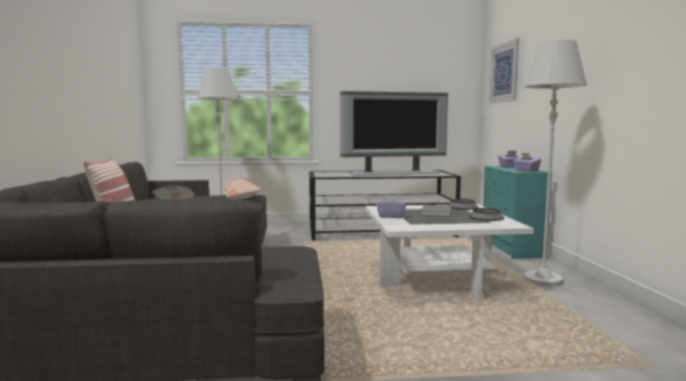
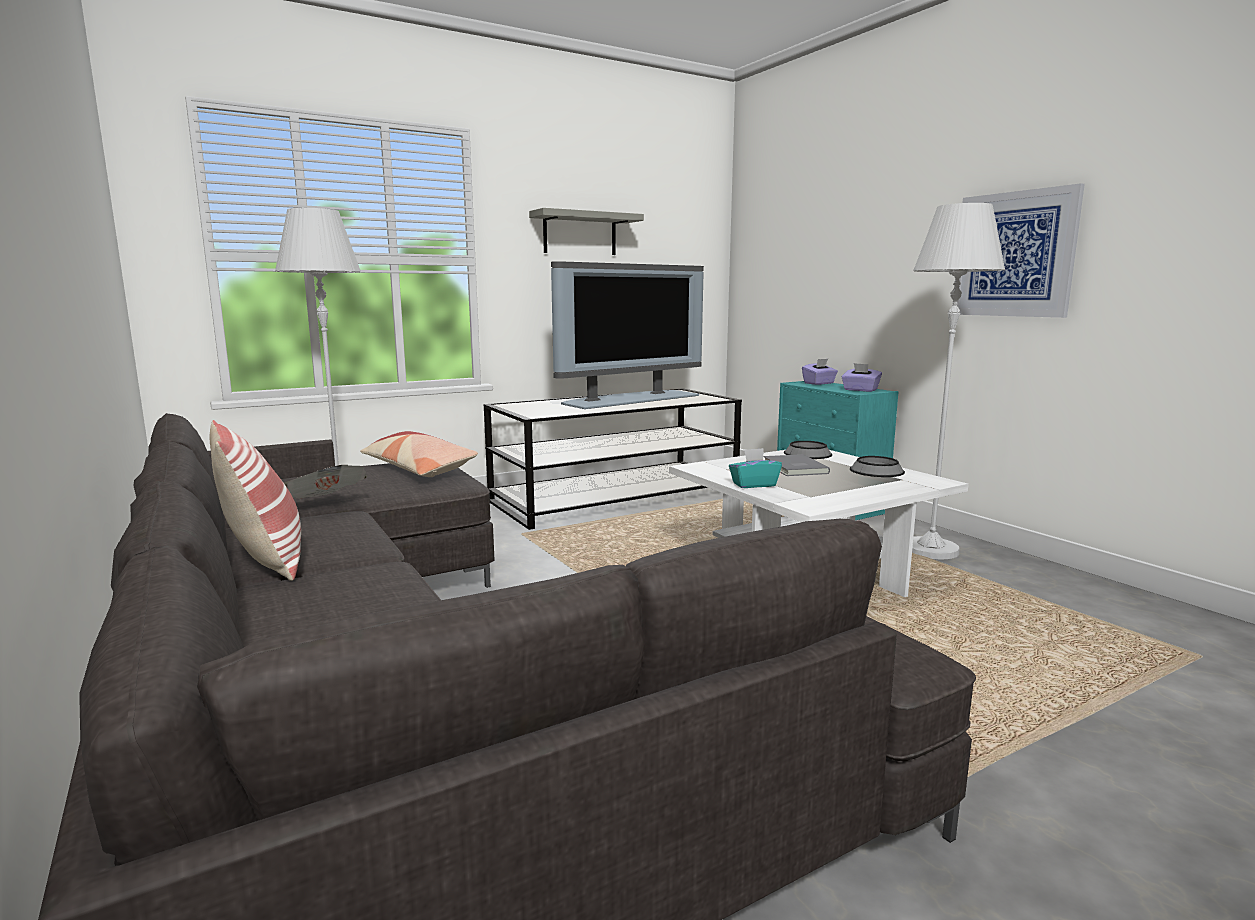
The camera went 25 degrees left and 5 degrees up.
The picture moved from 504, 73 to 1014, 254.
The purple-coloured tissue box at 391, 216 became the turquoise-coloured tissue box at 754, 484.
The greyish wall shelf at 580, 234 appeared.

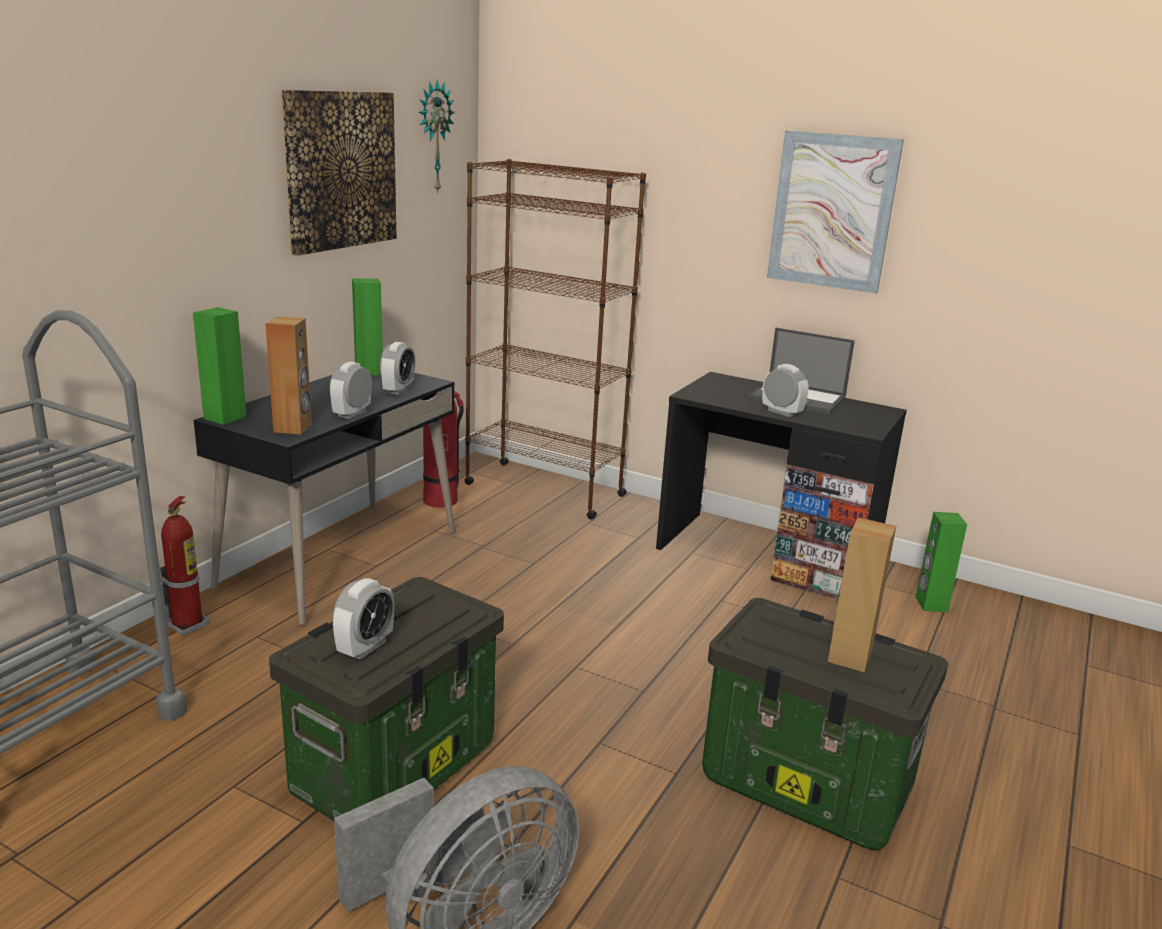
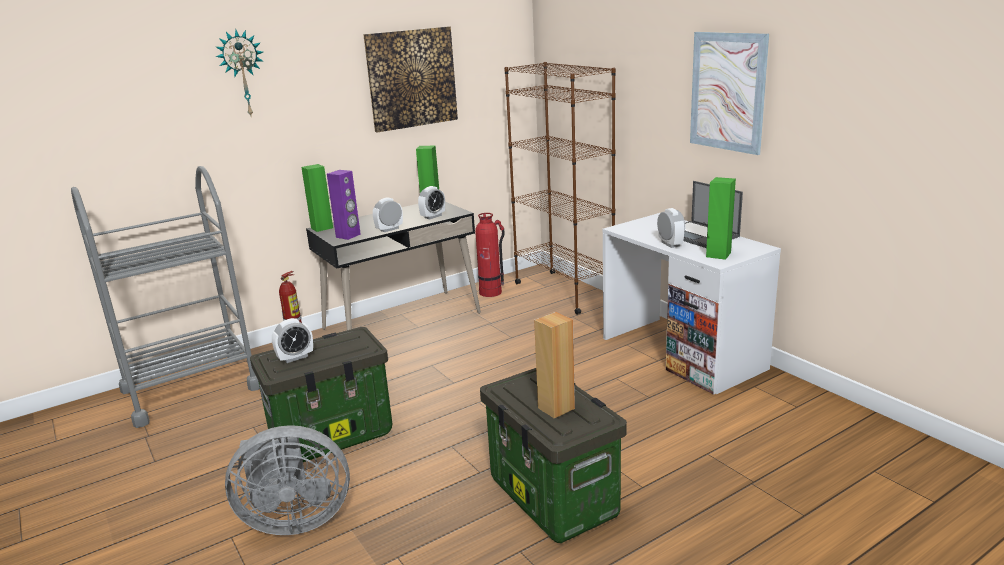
The camera went 30 degrees right and 0 degrees up.
The wall clock moved from 433, 137 to 242, 73.
The brown loudspeaker at 293, 428 became the purple-coloured loudspeaker at 348, 236.
The blackish desk unit at 767, 555 became the white desk unit at 682, 353.
The green loudspeaker moved from 930, 604 to 718, 254.

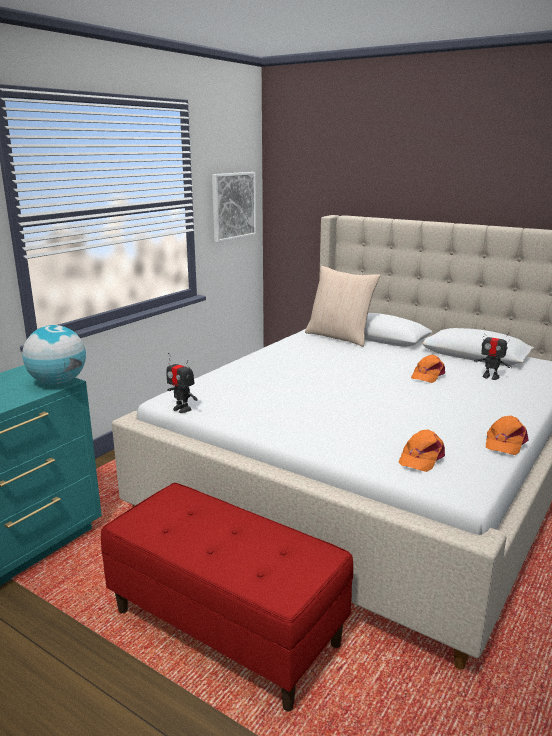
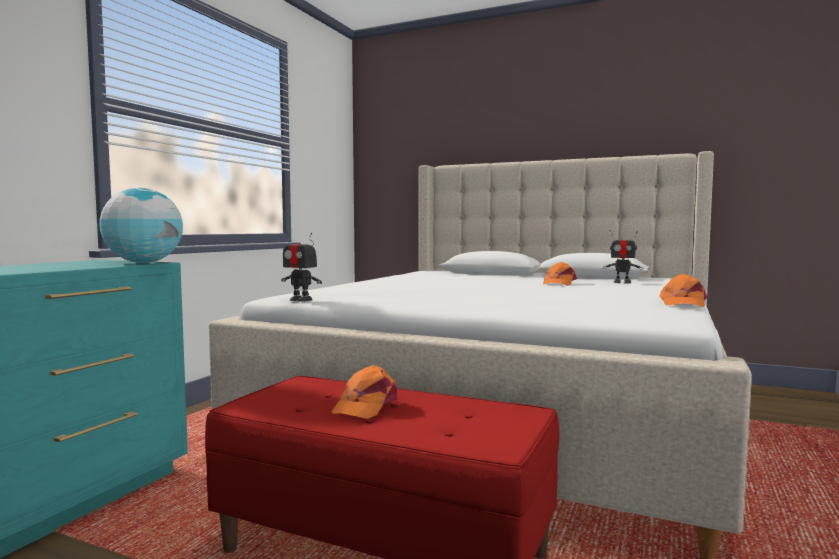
The camera went 10 degrees left and 15 degrees down.
The picture at 233, 206 disappeared.
The beige cushion at 339, 337 disappeared.
The orangey peaked cap moved from 421, 457 to 365, 405.

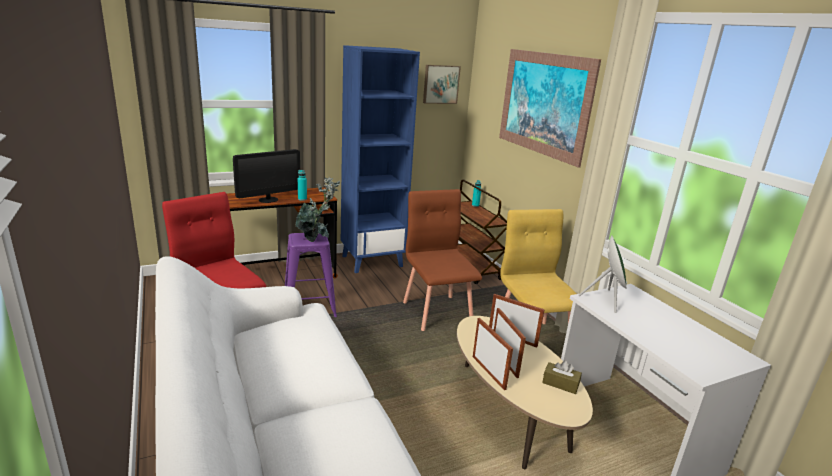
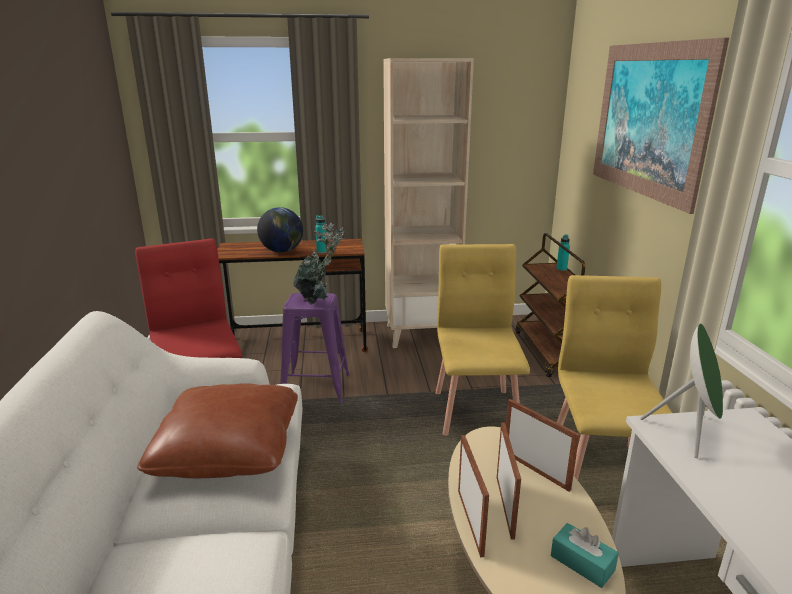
The camera went 20 degrees right and 0 degrees up.
The bluish shelving unit at 372, 261 became the beige shelving unit at 421, 334.
The picture at 440, 84 disappeared.
The monitor at 268, 200 was replaced by the world globe at 282, 251.
The brown upright chair at 437, 312 became the yellow-coloured upright chair at 476, 412.
The brown tissue box at 560, 383 became the turquoise-coloured tissue box at 582, 563.
The brown cushion at 229, 450 appeared.

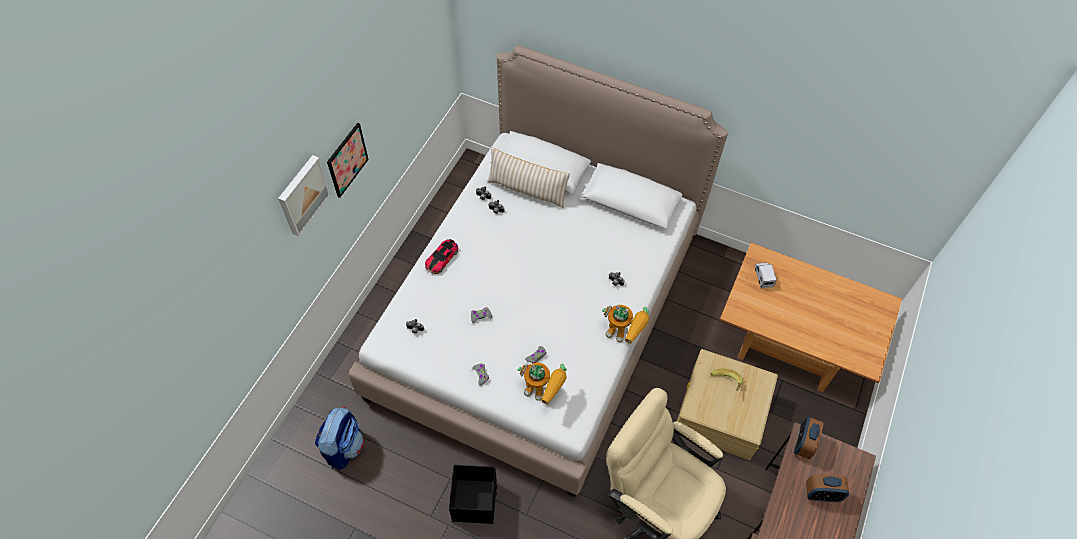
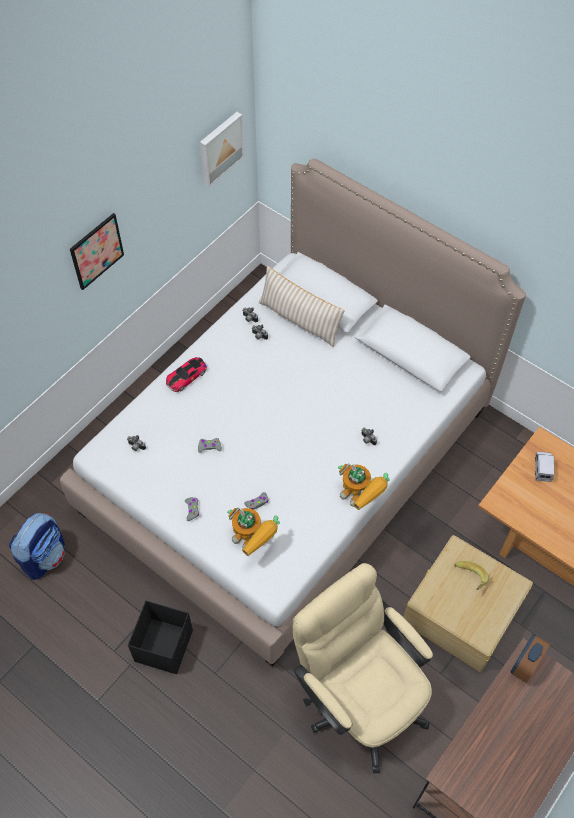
The camera went 15 degrees right and 0 degrees up.
The picture moved from 302, 194 to 220, 148.
The alarm clock at 821, 494 disappeared.

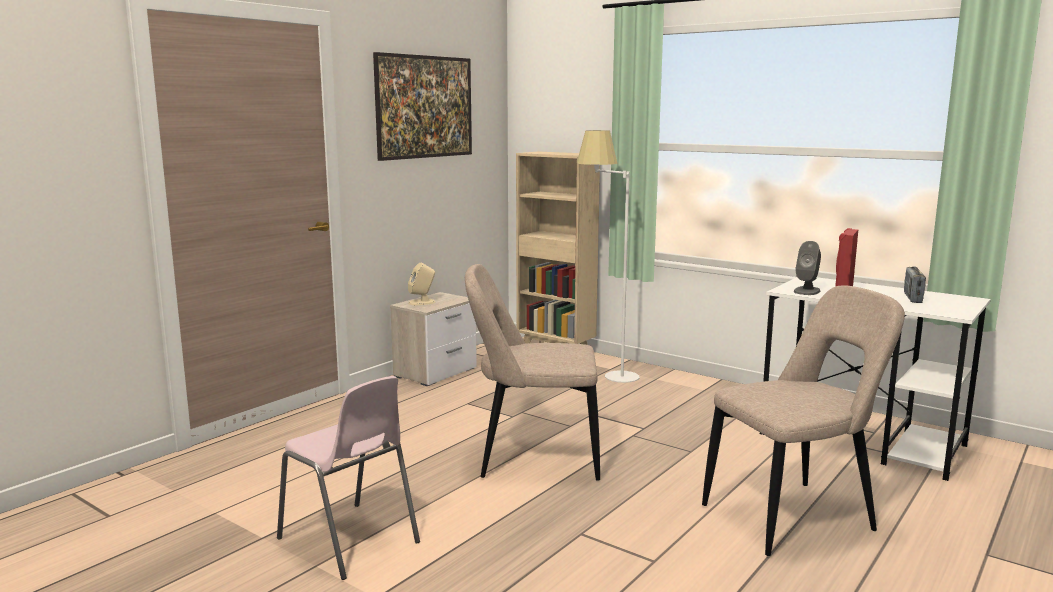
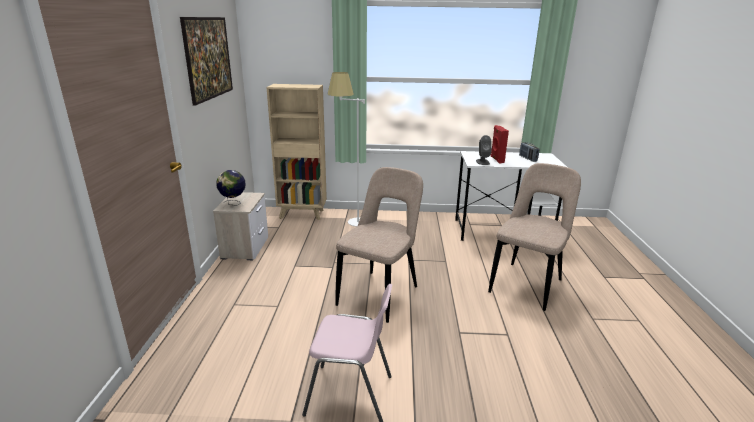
The camera went 35 degrees left and 10 degrees up.
The beige loudspeaker at 422, 302 was replaced by the world globe at 233, 203.
The beige upright chair at 533, 460 turned 150 degrees clockwise.

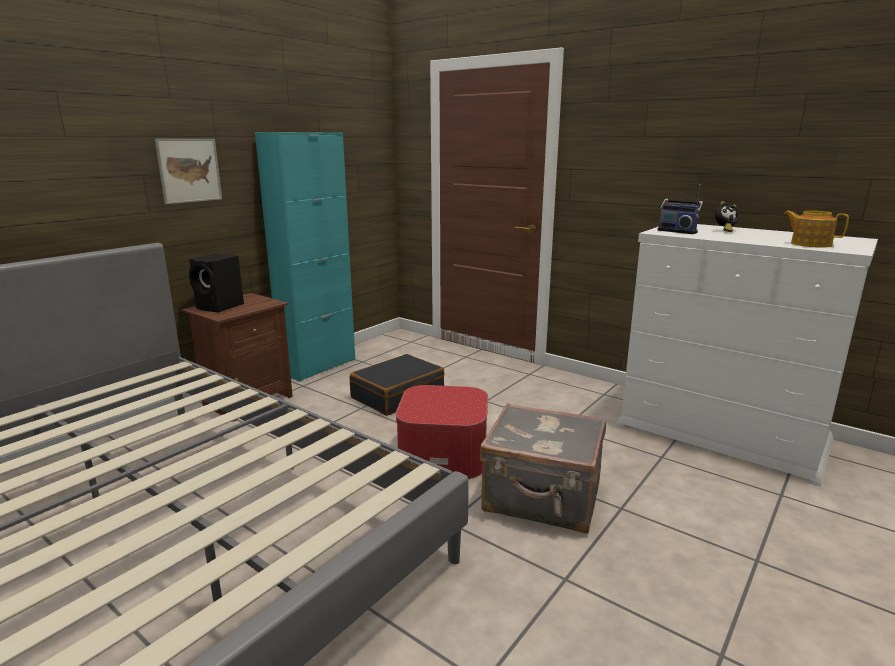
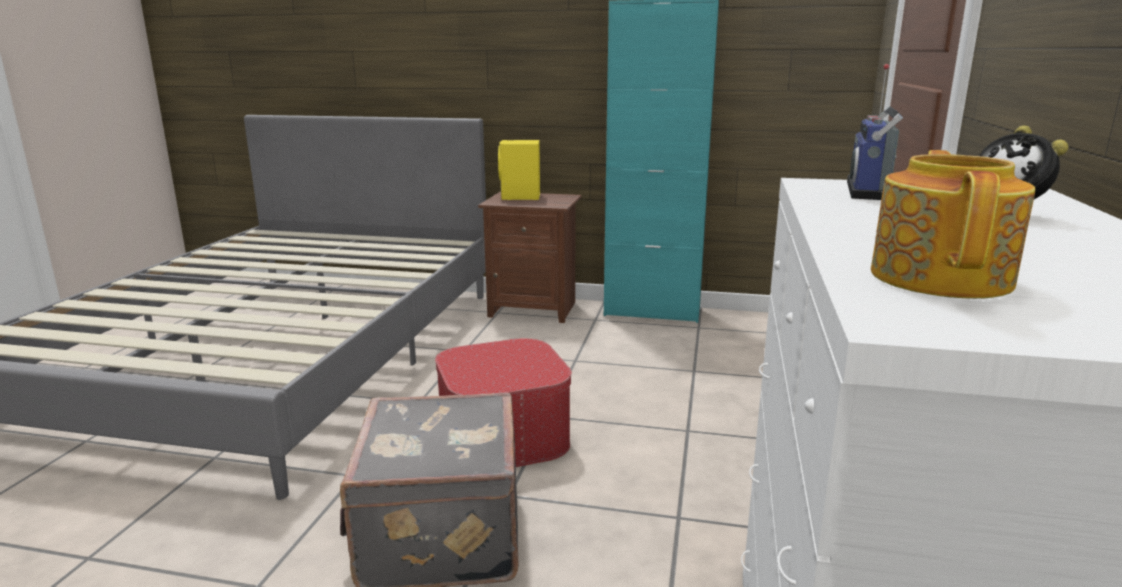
The camera went 65 degrees right and 0 degrees up.
The picture at 189, 170 disappeared.
The blackish loudspeaker at 221, 307 became the yellow-coloured loudspeaker at 520, 197.
The blackish piece of luggage at 397, 395 disappeared.

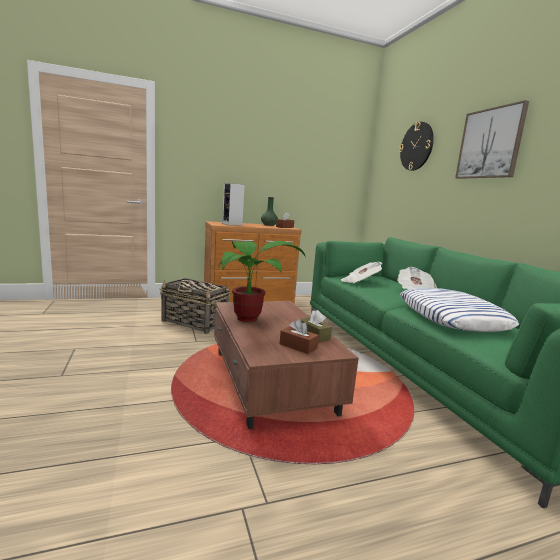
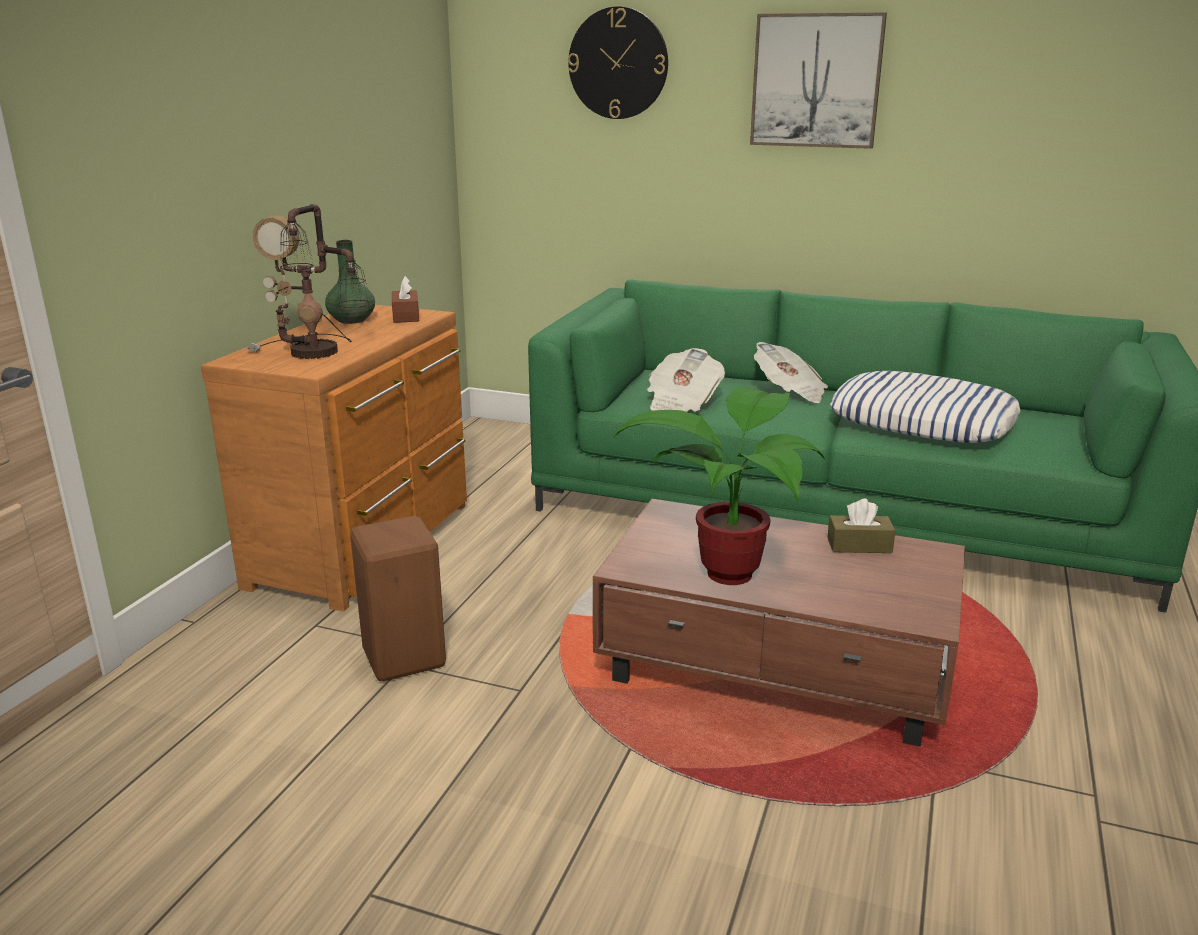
The camera went 50 degrees left and 10 degrees up.
The loudspeaker at 232, 224 was replaced by the table lamp at 316, 353.
The storage basket at 195, 322 was replaced by the brown stool at 405, 657.
The brown tissue box at 298, 346 disappeared.

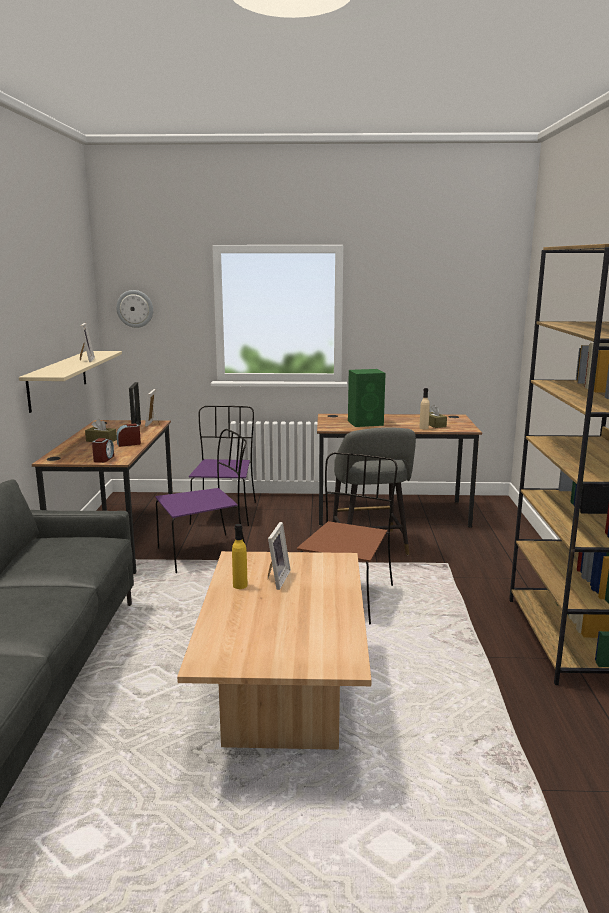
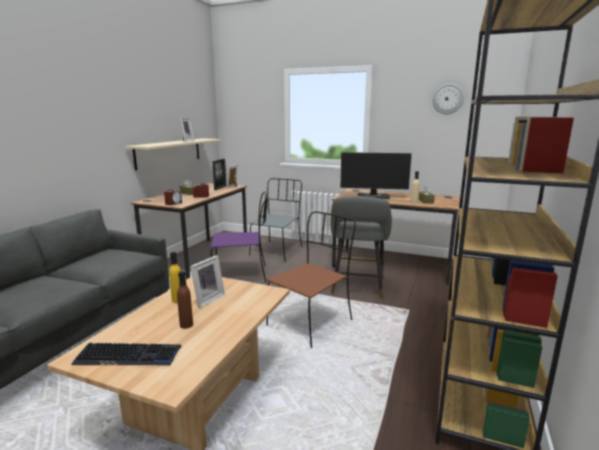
The camera went 20 degrees right and 0 degrees up.
The wall clock moved from 135, 308 to 448, 99.
The green loudspeaker at 366, 423 was replaced by the monitor at 374, 196.
The purple-coloured upright chair at 224, 512 became the greyish upright chair at 277, 250.
The brown beverage bottle at 186, 325 appeared.
The keyboard at 128, 356 appeared.

